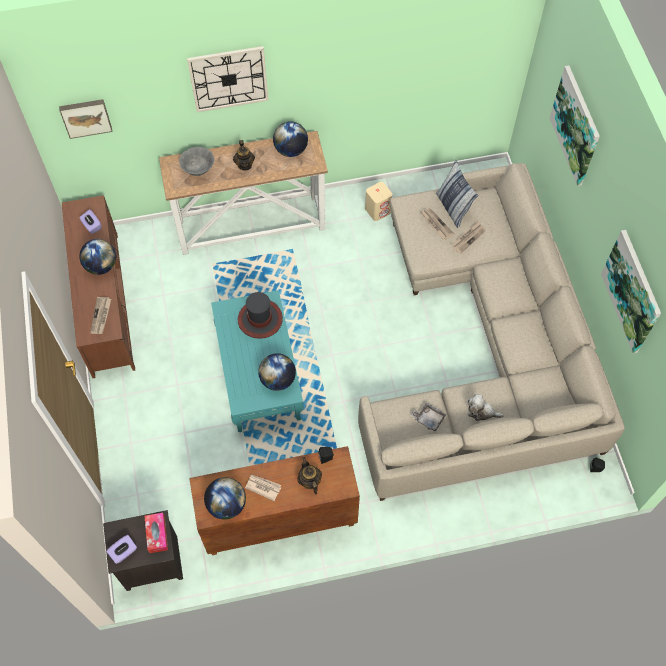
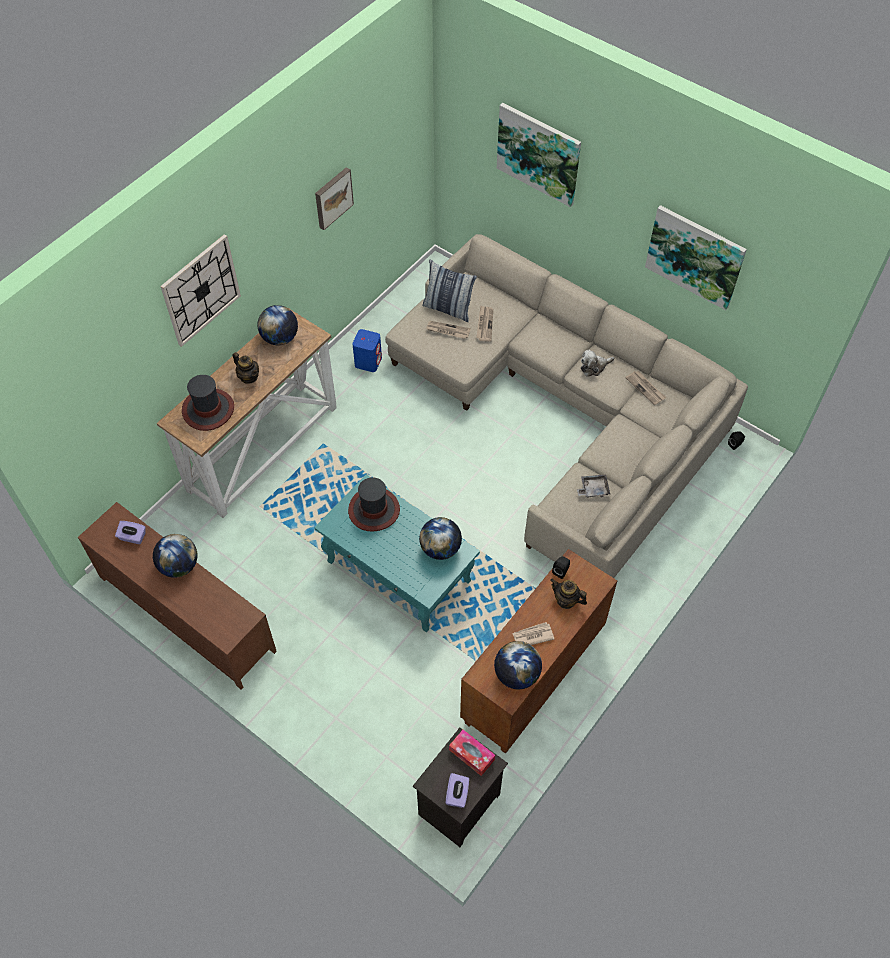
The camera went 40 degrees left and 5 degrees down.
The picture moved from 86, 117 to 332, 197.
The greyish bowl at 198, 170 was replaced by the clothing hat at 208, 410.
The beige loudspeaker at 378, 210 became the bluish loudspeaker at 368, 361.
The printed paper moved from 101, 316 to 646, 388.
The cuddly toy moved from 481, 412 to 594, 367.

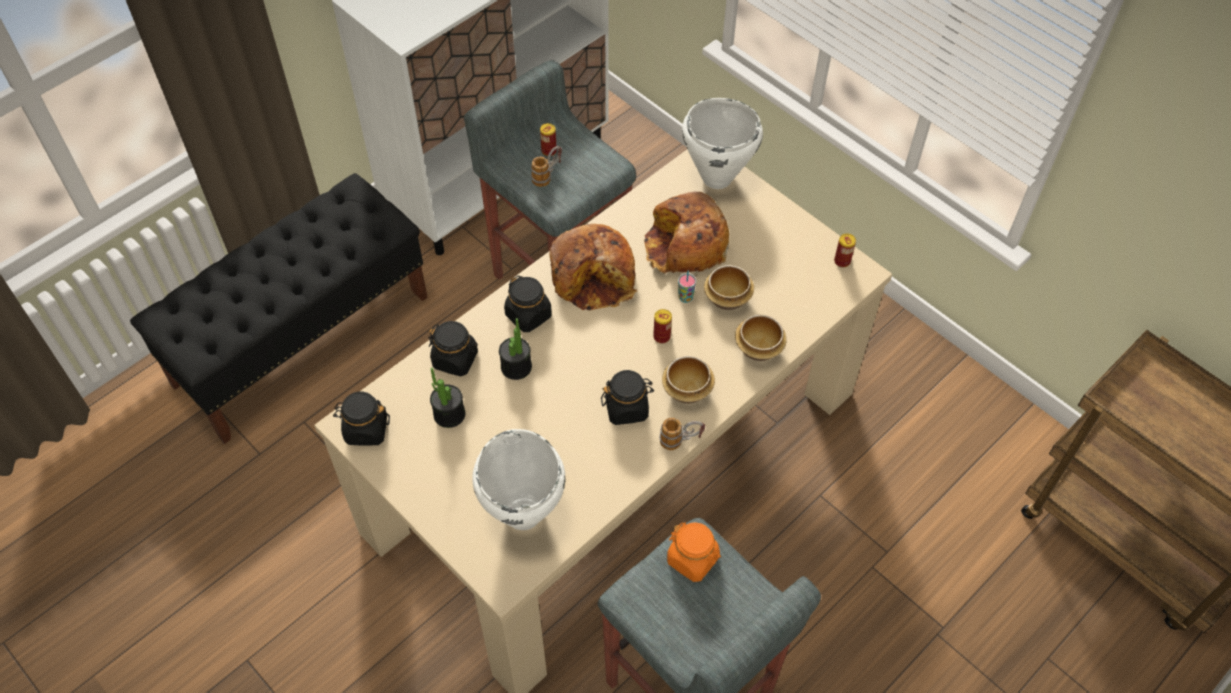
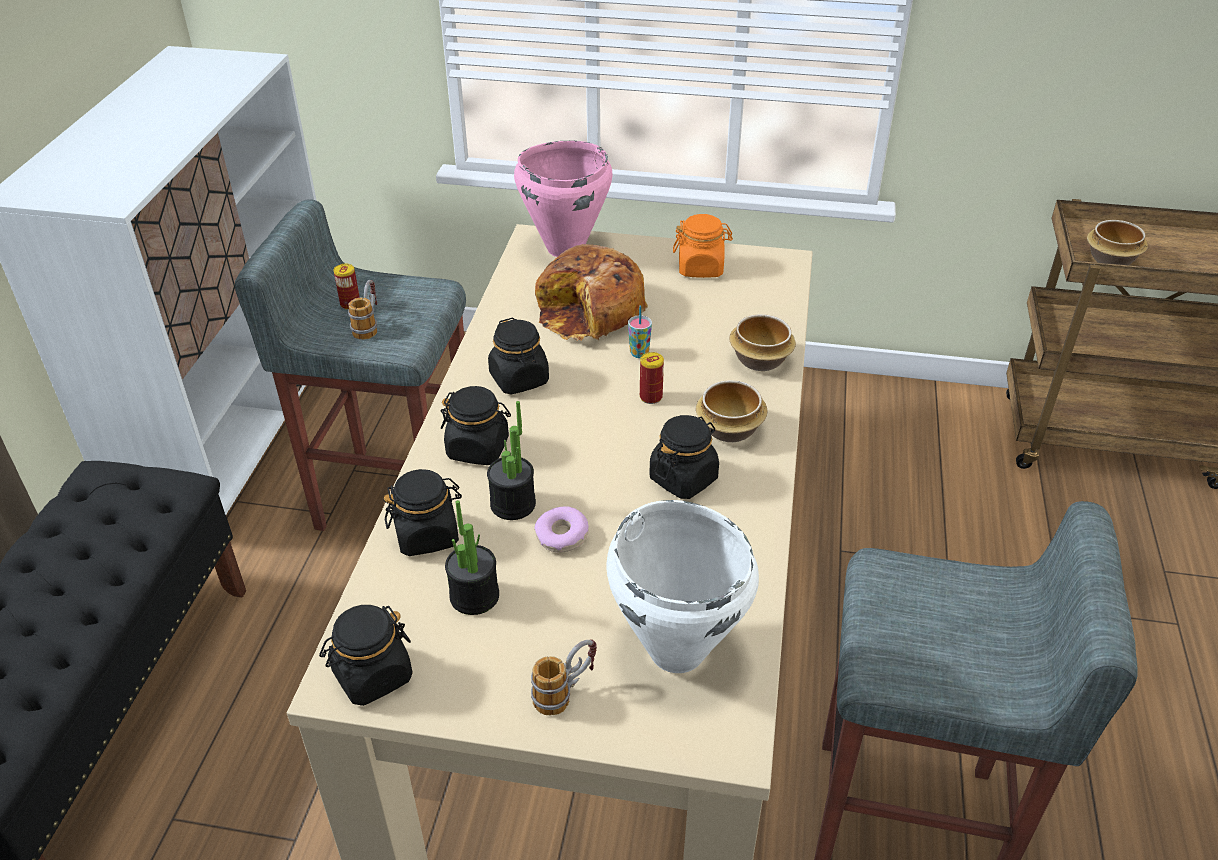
The camera went 35 degrees left and 15 degrees down.
The white saucepot at 716, 177 became the pinkish saucepot at 564, 248.
The bakery bread at 594, 276 was replaced by the blackish storage jar at 519, 379.
The can at 842, 261 disappeared.
The bowl moved from 727, 299 to 1111, 260.
The mug moved from 681, 441 to 565, 692.
The orangey storage jar moved from 693, 559 to 701, 268.
The donut at 561, 536 appeared.

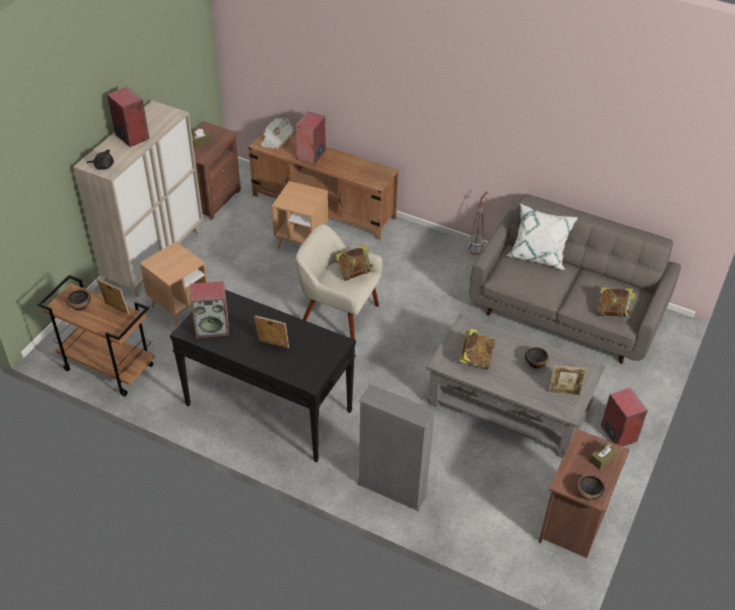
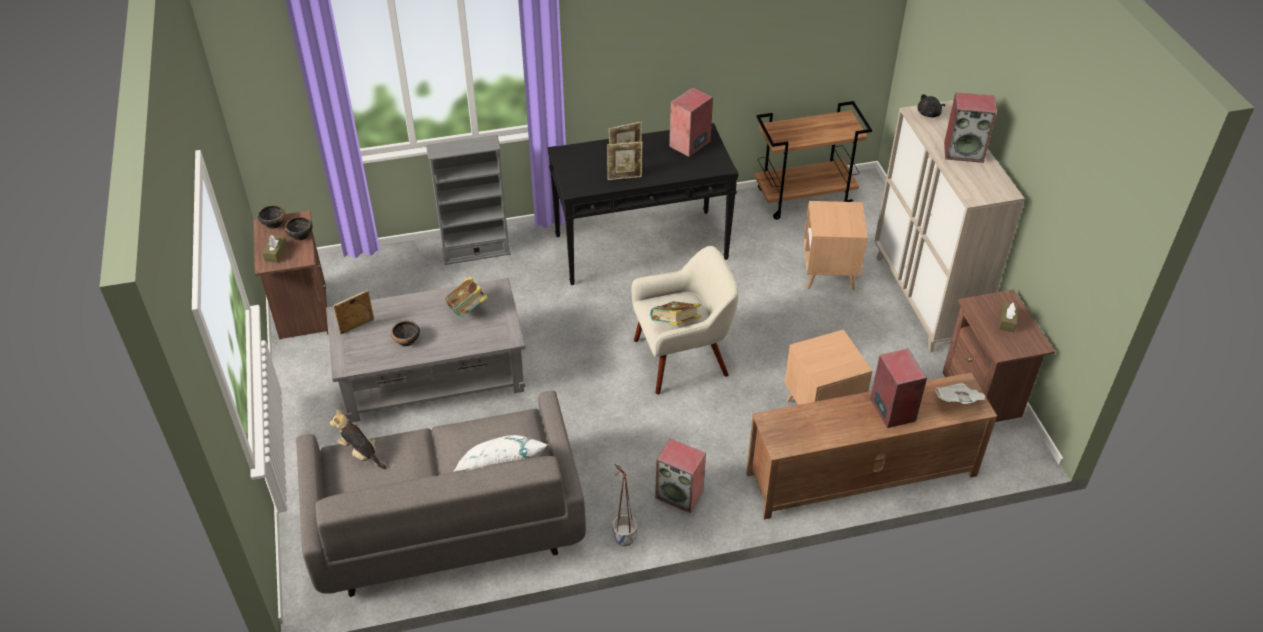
The camera went 140 degrees right and 0 degrees up.
The picture frame moved from 116, 309 to 624, 177.
The volume at 613, 312 was replaced by the cuddly toy at 361, 453.
The bowl moved from 80, 305 to 300, 235.
The loudspeaker moved from 618, 433 to 680, 494.

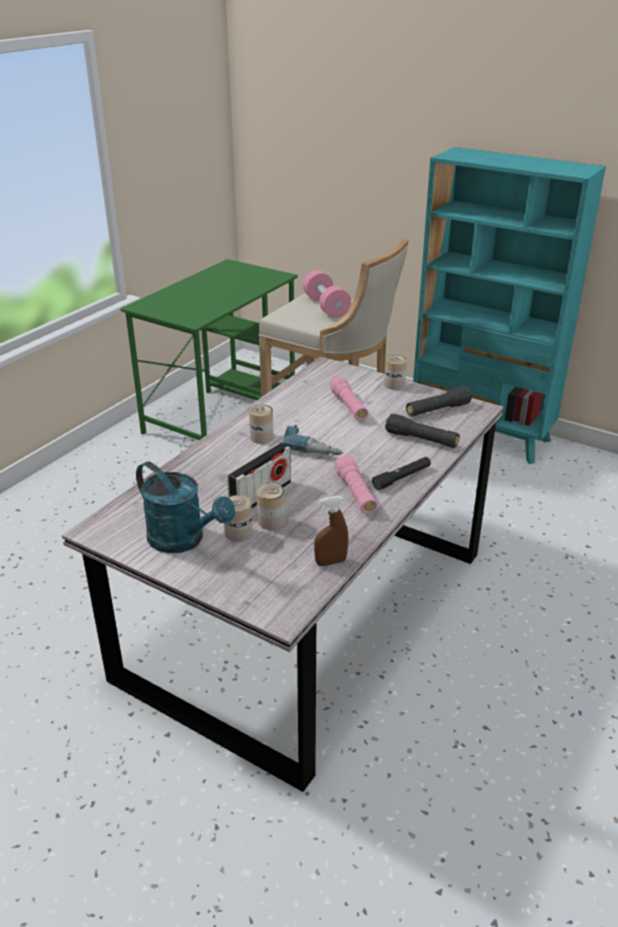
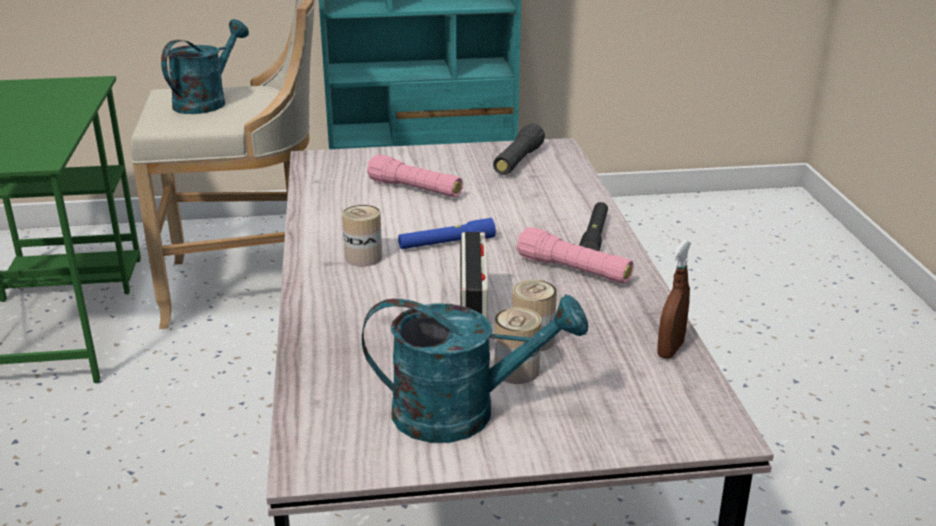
The camera went 40 degrees left and 5 degrees down.
The pinkish hand weight at 326, 307 was replaced by the turquoise-coloured watering can at 206, 102.
The can at 394, 384 disappeared.
The blackish hand torch at 421, 440 disappeared.
The drill at 314, 447 was replaced by the bluish hand torch at 446, 243.

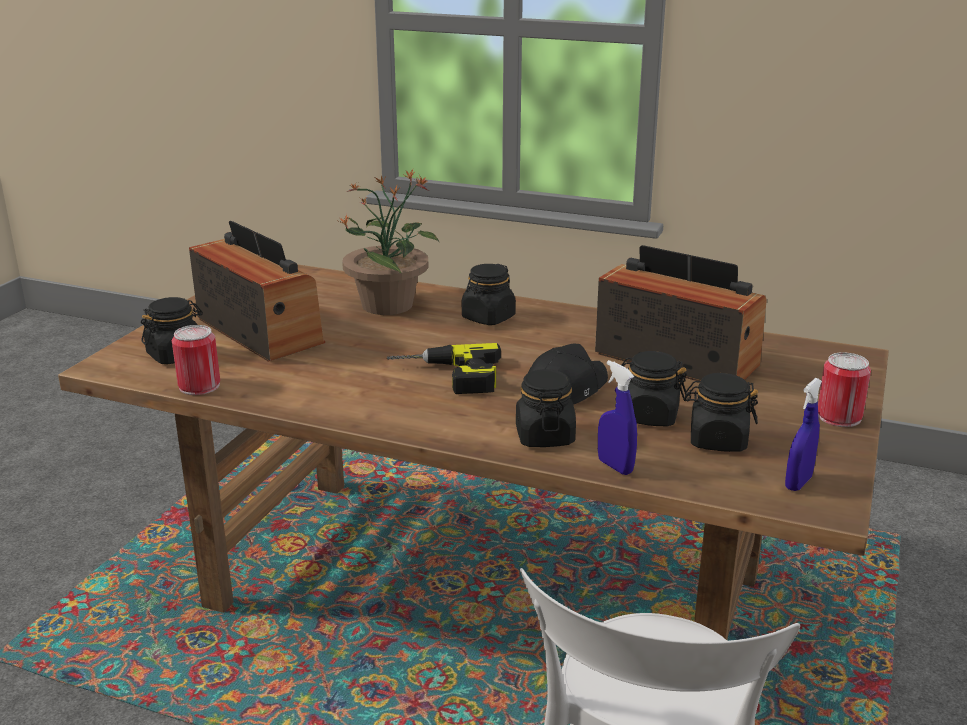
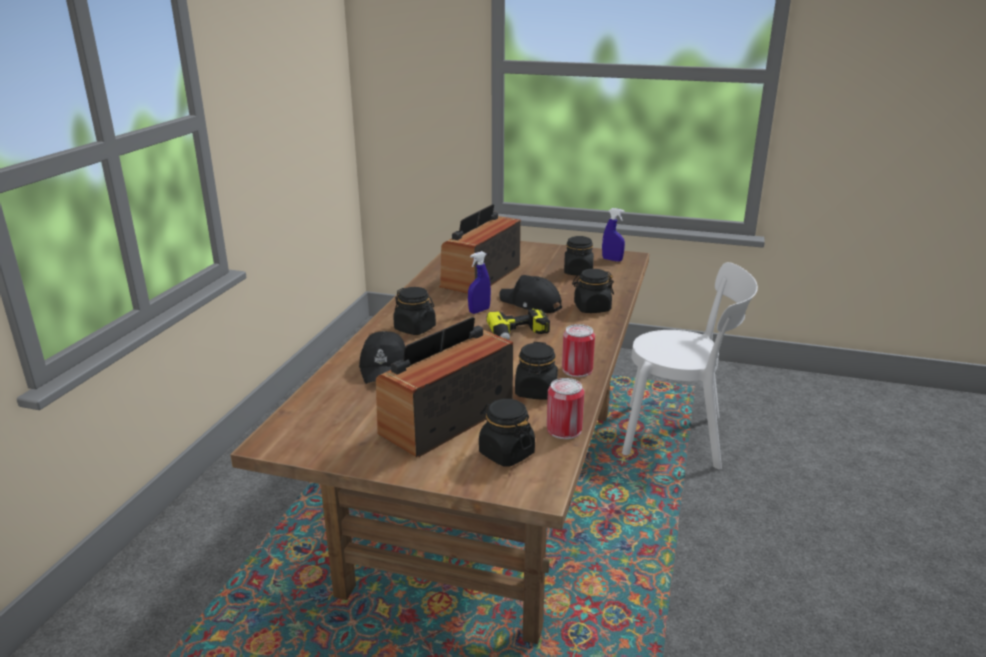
The camera went 95 degrees left and 0 degrees up.
The houseplant at 389, 304 was replaced by the blackish peaked cap at 385, 367.
The blackish storage jar moved from 649, 416 to 536, 391.
The can moved from 839, 417 to 577, 369.
The bluish hand sprayer moved from 615, 466 to 479, 311.

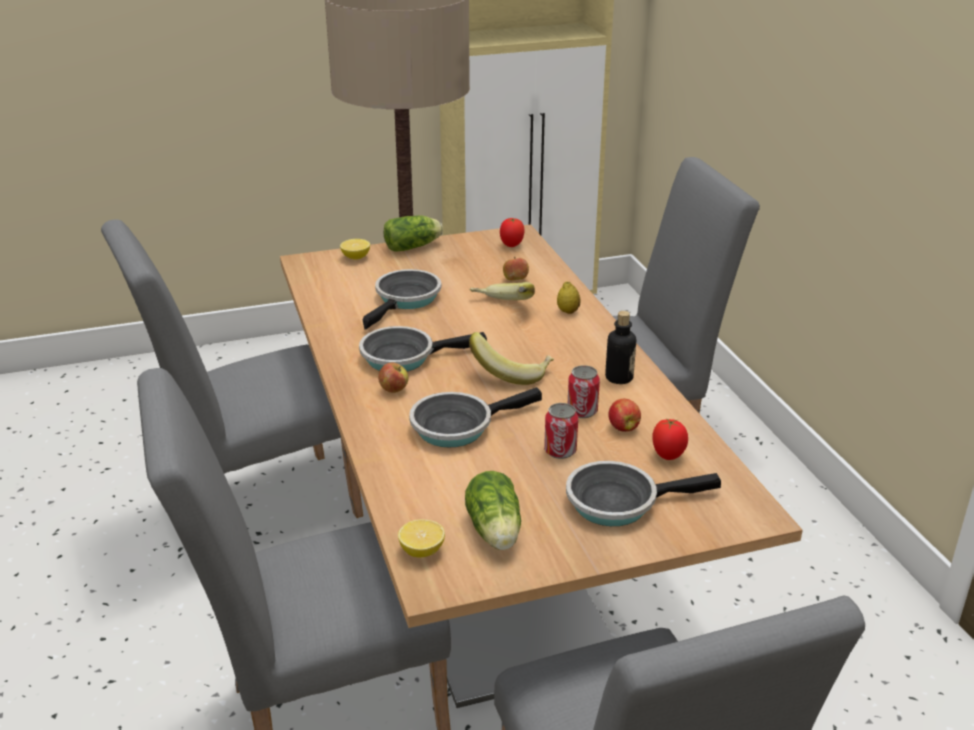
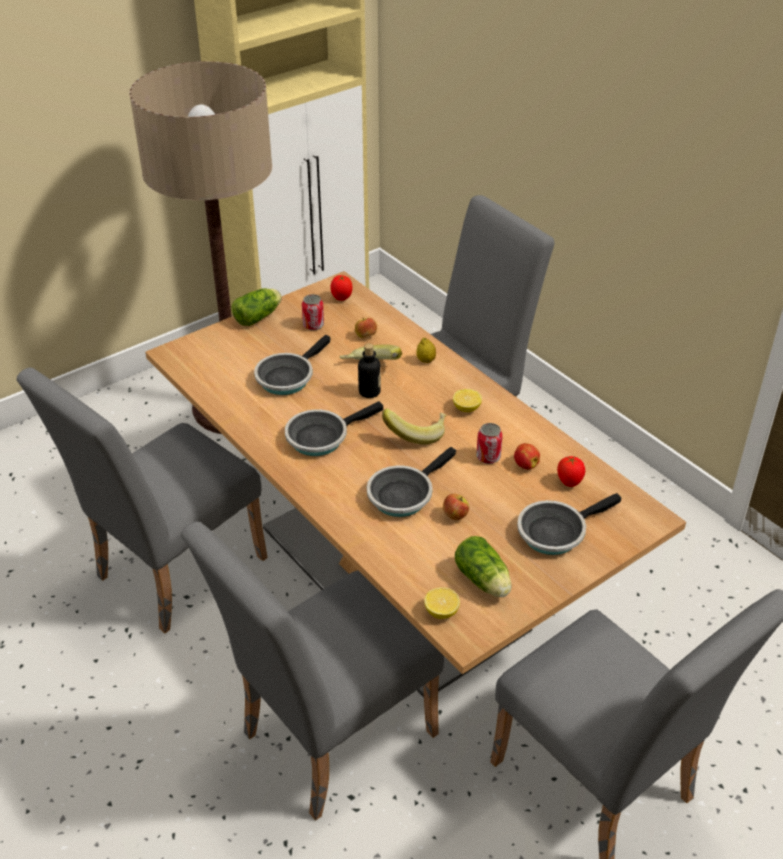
The camera went 20 degrees left and 10 degrees up.
The citrus fruit moved from 355, 257 to 466, 408.
The skillet at 406, 300 turned 150 degrees counterclockwise.
The beverage bottle moved from 619, 378 to 369, 392.
The apple fruit moved from 394, 390 to 455, 515.
The can moved from 560, 451 to 313, 325.

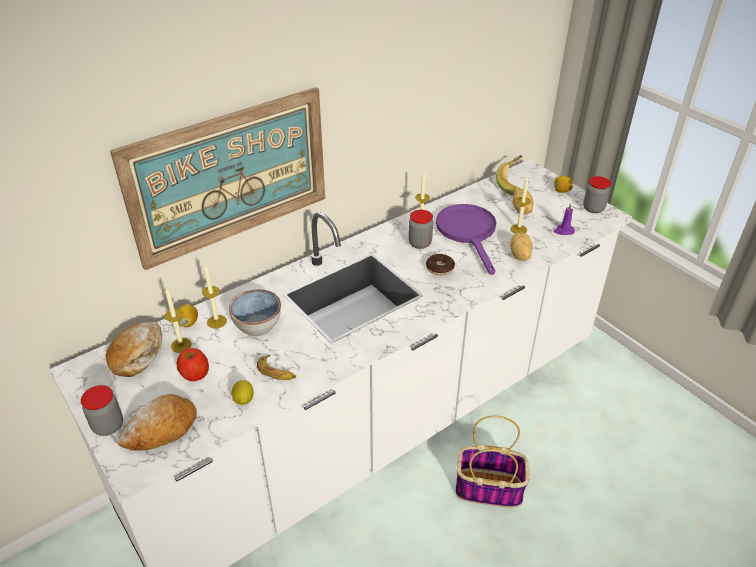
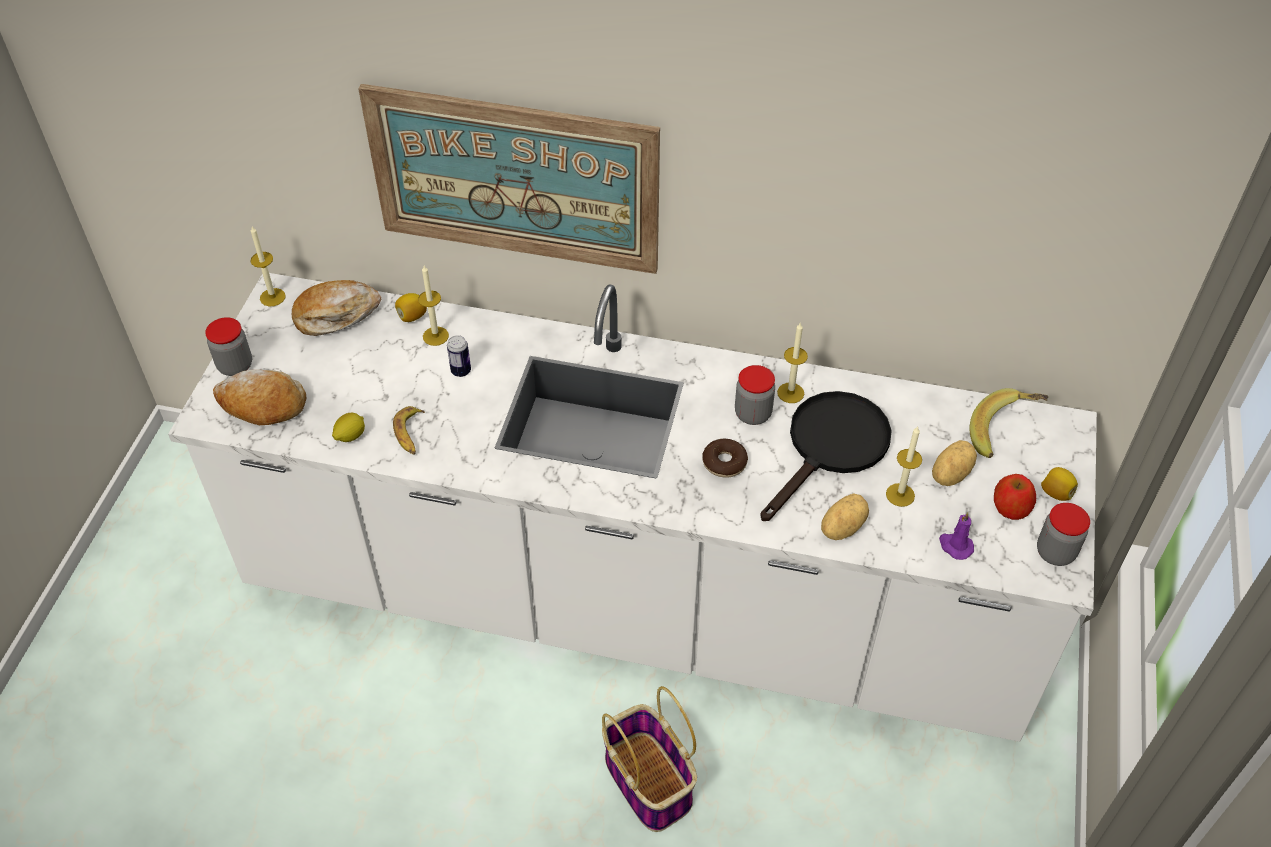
The camera went 50 degrees right and 10 degrees up.
The purple-coloured skillet at 468, 233 became the blackish skillet at 831, 448.
The wax candle moved from 181, 345 to 272, 297.
The bowl at 257, 325 was replaced by the can at 461, 371.
The apple fruit moved from 195, 373 to 1011, 507.

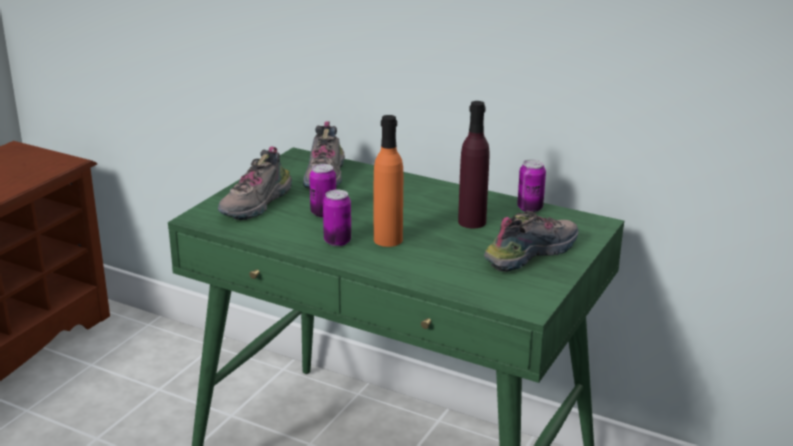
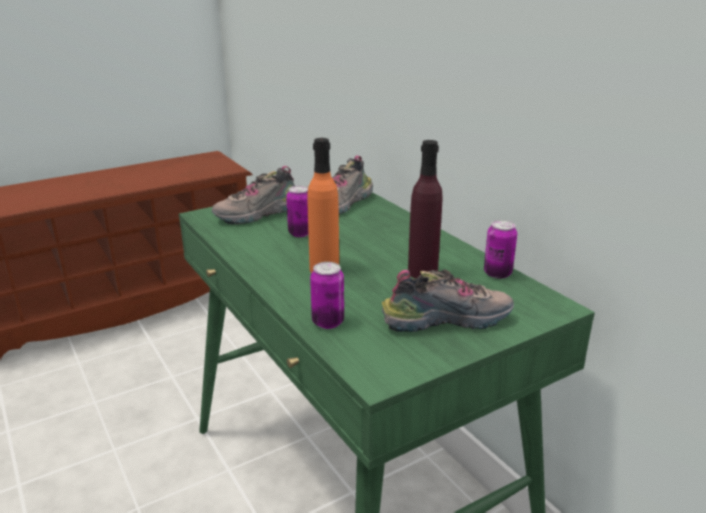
The camera went 30 degrees right and 0 degrees up.
The can moved from 337, 241 to 328, 322.

